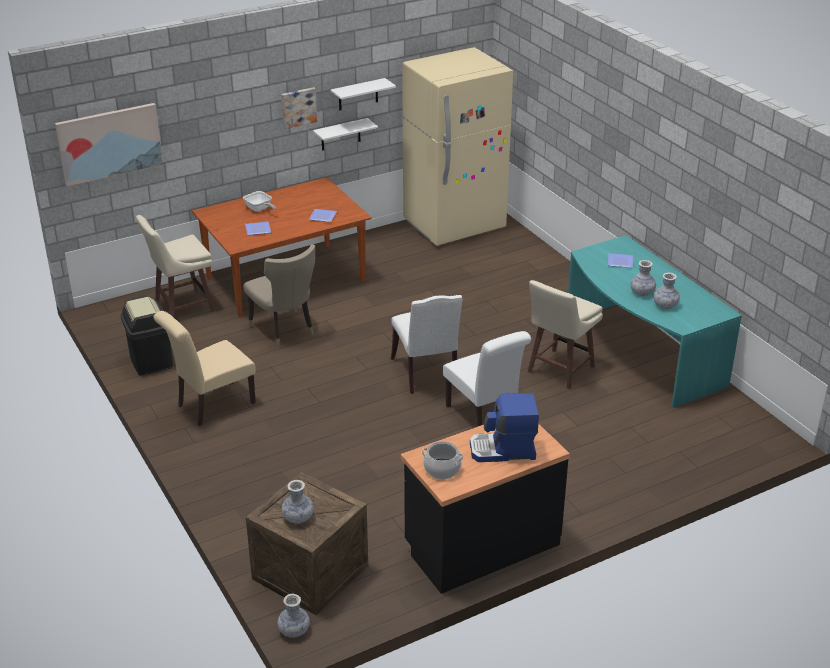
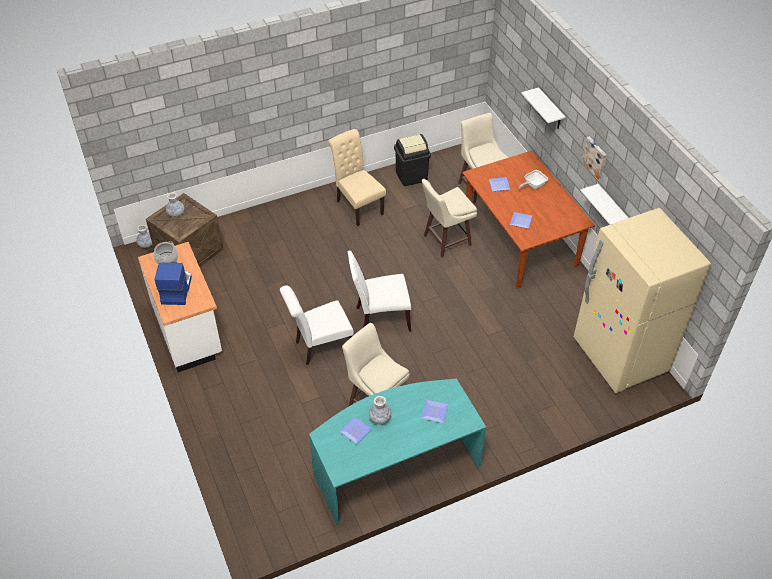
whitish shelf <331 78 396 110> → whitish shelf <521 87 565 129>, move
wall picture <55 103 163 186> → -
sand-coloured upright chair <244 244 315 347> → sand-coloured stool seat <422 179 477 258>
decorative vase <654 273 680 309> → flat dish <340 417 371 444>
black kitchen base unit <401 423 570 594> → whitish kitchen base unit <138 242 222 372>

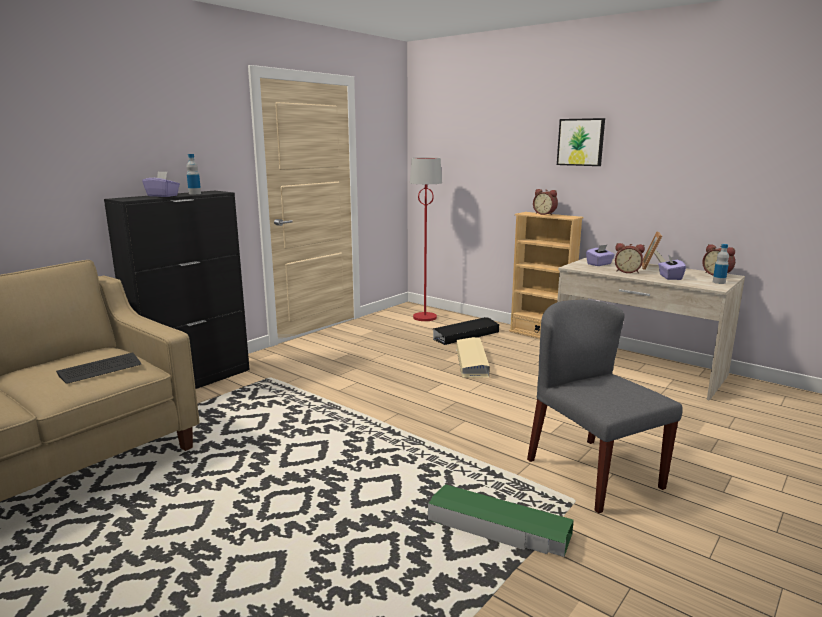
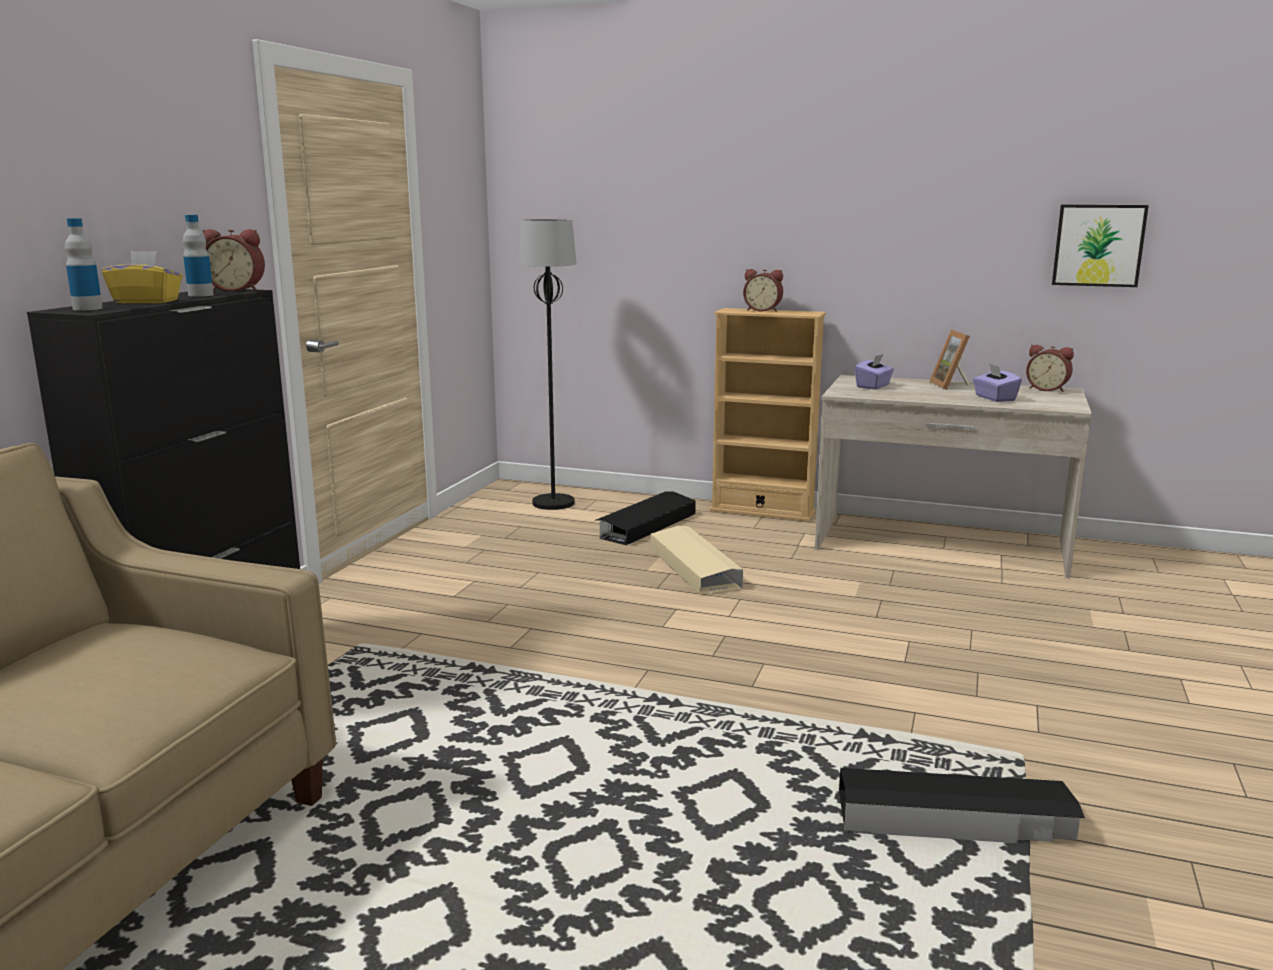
wall picture <557 118 605 166> → wall picture <1052 205 1149 287>, move
reddish floor lamp <410 158 442 321> → black floor lamp <519 219 576 510>
purple box of tissues <142 171 180 197> → yellowish box of tissues <102 251 182 304>
table clock <615 243 645 273> → table clock <203 229 265 292>, move
bottle <713 244 729 284> → bottle <65 218 103 310>, move
greyish upright chair <527 300 683 514> → -
PC keyboard <56 352 141 384> → -
greenish storage bin <428 484 574 557> → black storage bin <839 768 1085 843>

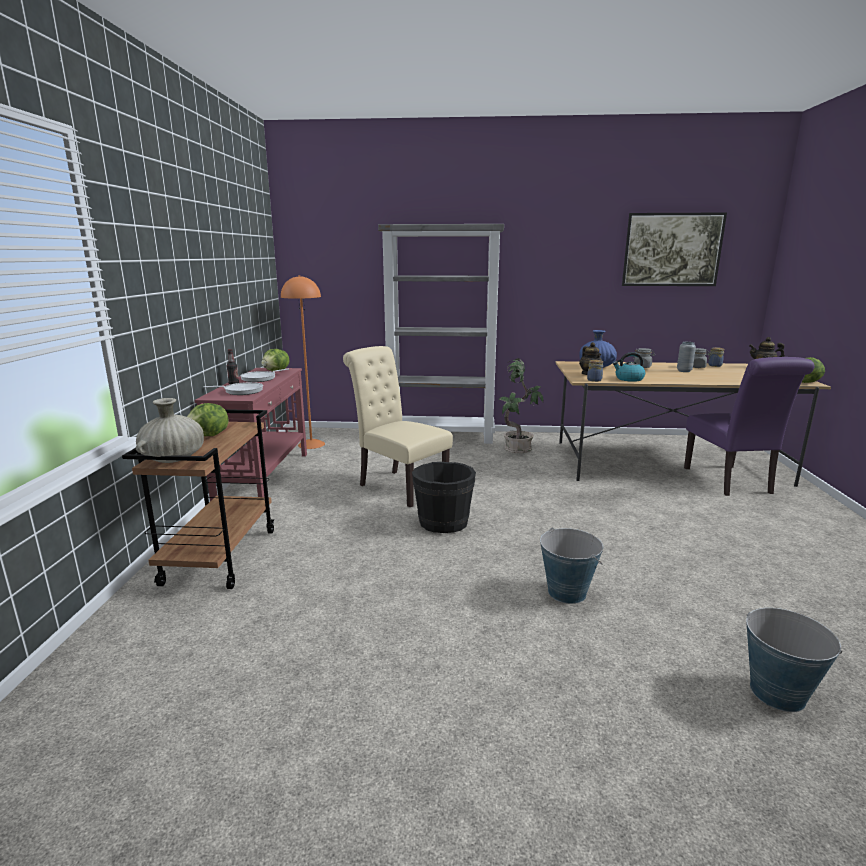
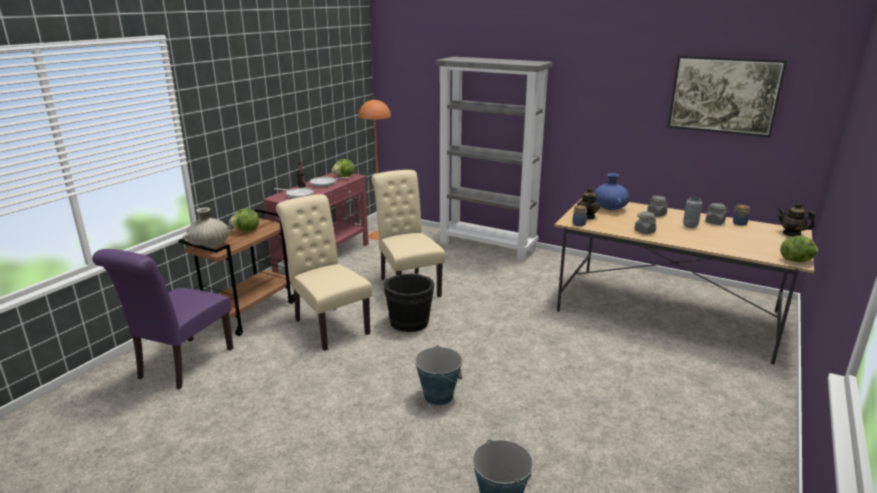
water kettle <613 352 645 382> → -
purple upright chair <684 357 815 496> → purple upright chair <92 249 233 390>, move
potted plant <498 358 543 453> → -
- → sand-coloured upright chair <276 194 372 351>
- → greyish jar <635 212 656 234>

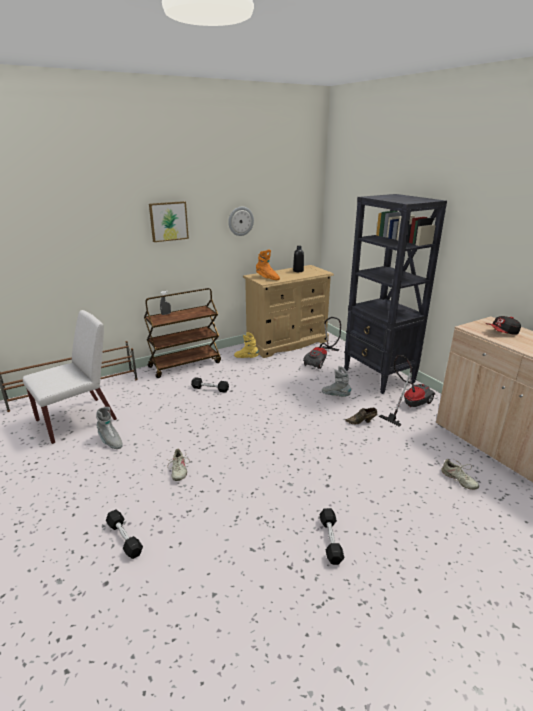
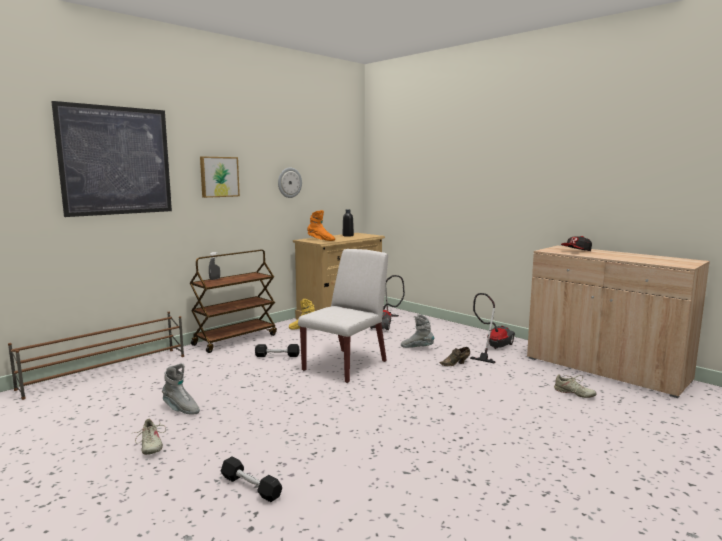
black shelving unit <344 194 447 394> → -
whitish upright chair <23 310 117 444> → whitish upright chair <298 249 388 383>, move
sand-coloured low shoe <165 449 190 481> → sand-coloured low shoe <131 419 166 455>, move
black hand weight <319 508 345 565> → -
- → wall picture <51 101 172 217>

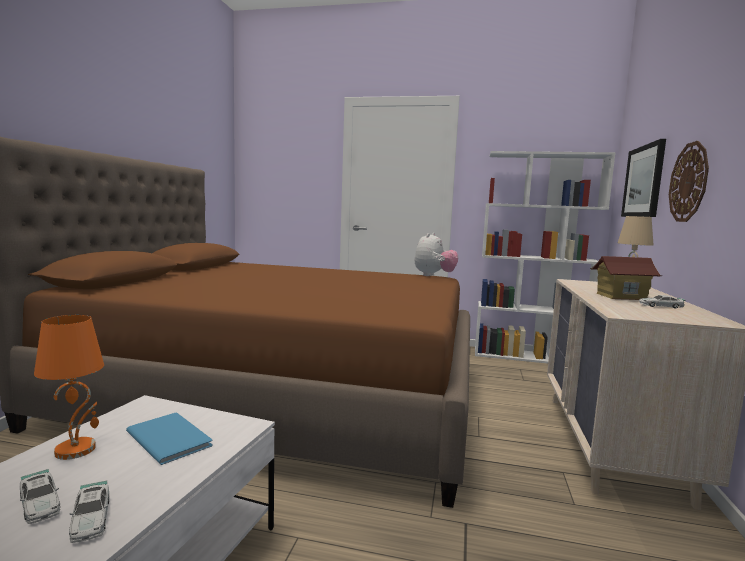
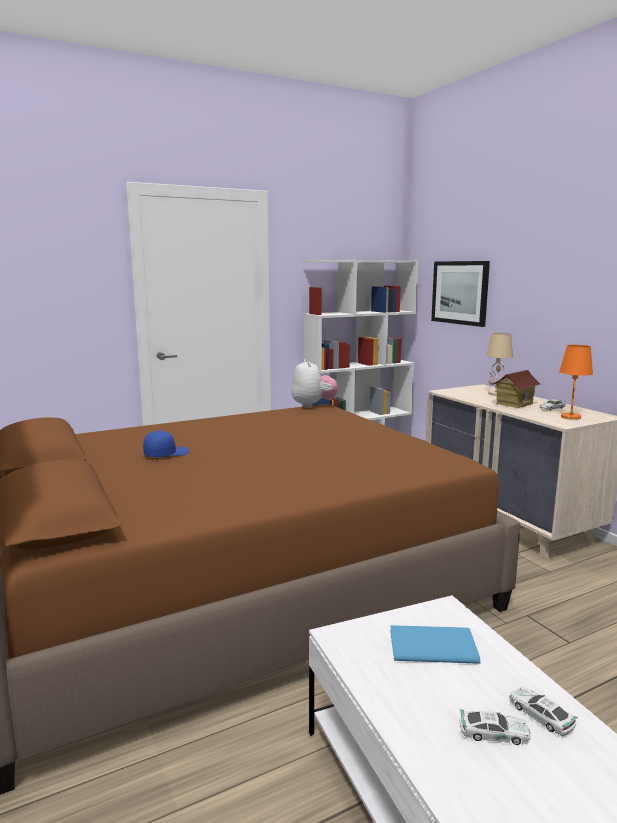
wall clock <669 141 709 222> → -
orange-coloured table lamp <34 315 104 460> → orange-coloured table lamp <559 345 593 420>, move
miniature car <69 481 109 543> → miniature car <509 686 578 736>, 150 degrees counterclockwise
- → blue-coloured cap <143 431 189 457>

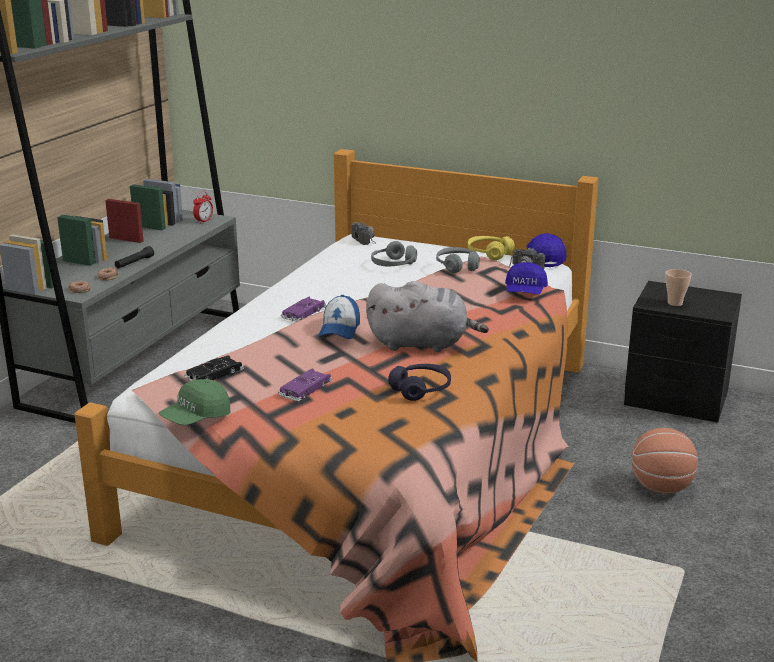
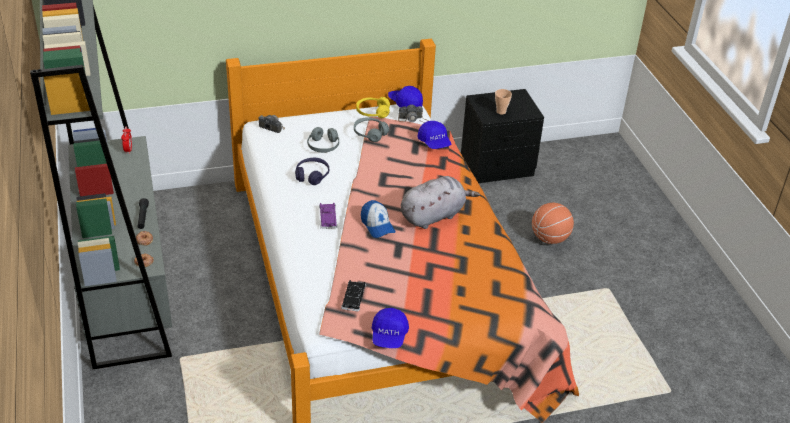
purple pair of headphones <388 364 451 401> → purple pair of headphones <295 158 329 185>, move
purple miniature car <278 368 332 402> → -
greenish cap <159 379 230 425> → blue-coloured cap <372 308 409 348>

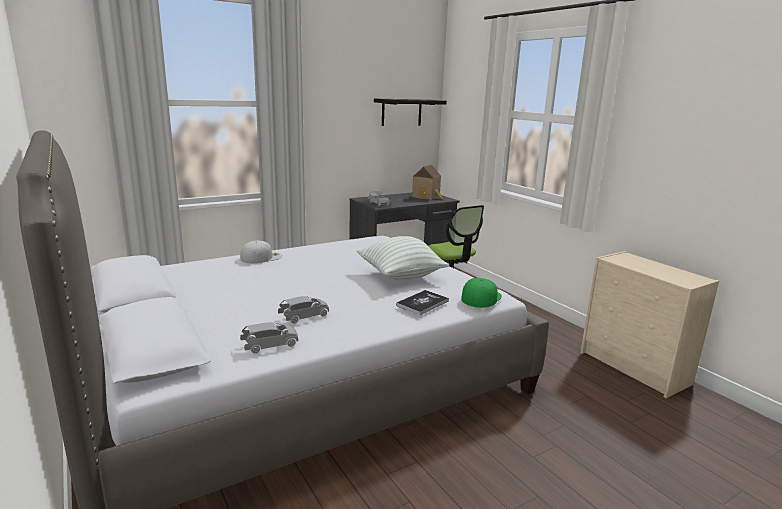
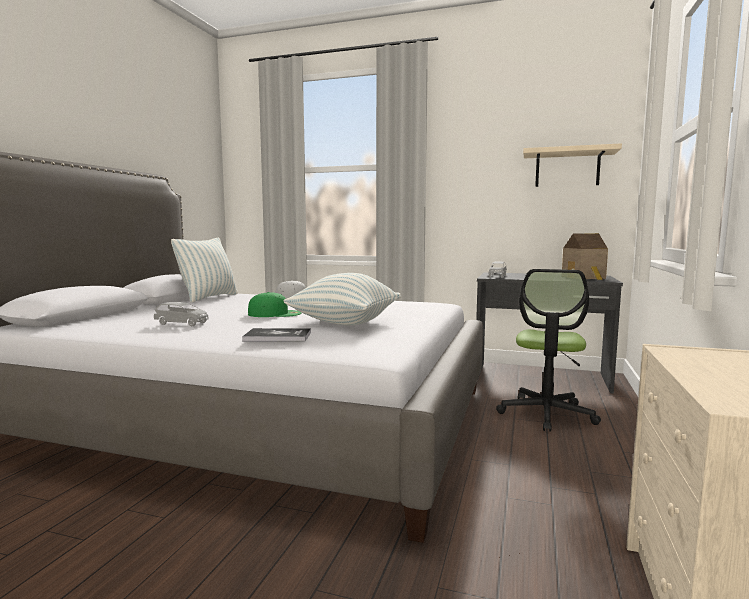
black shelf <374 99 447 126> → sand-coloured shelf <523 143 622 187>
greenish cap <461 278 502 308> → greenish cap <248 292 301 317>, move
greyish miniature car <240 322 298 353> → -
- → throw pillow <171 238 238 303>

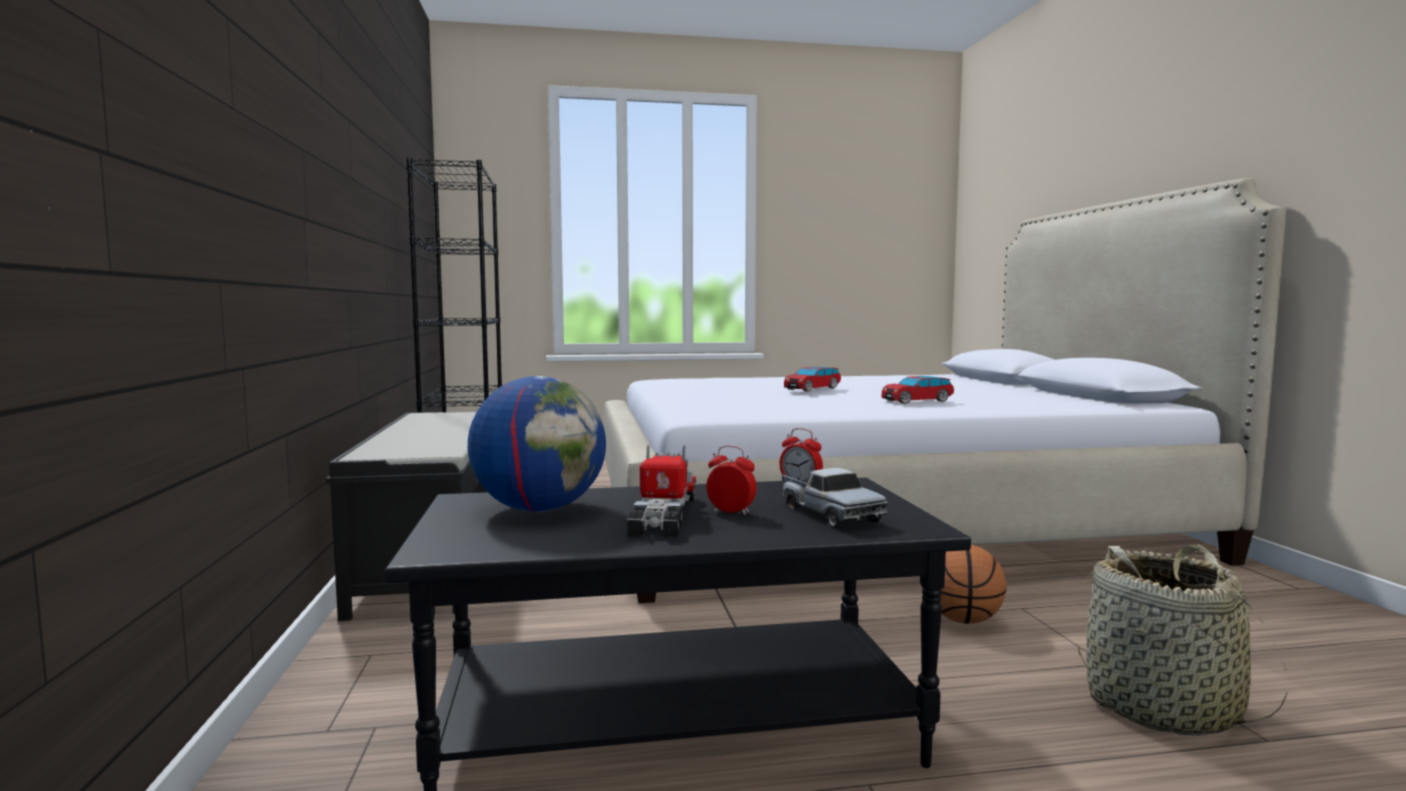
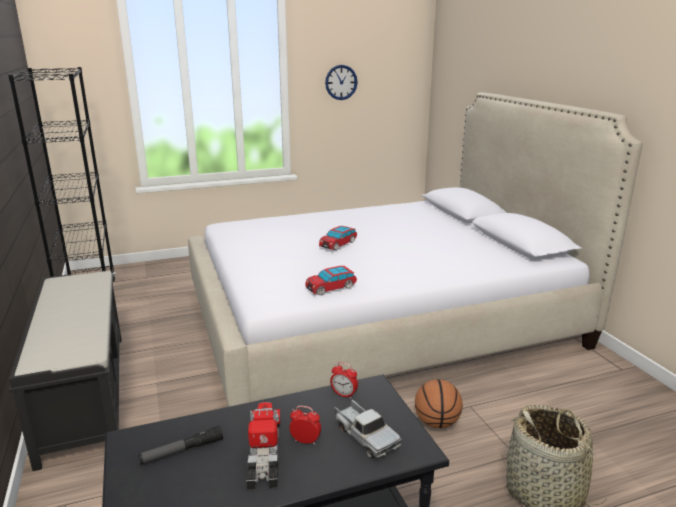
desk globe <468 376 606 512> → torch <138 426 223 464>
miniature car <882 376 954 404> → miniature car <306 266 357 295>, move
- → wall clock <325 65 358 100>

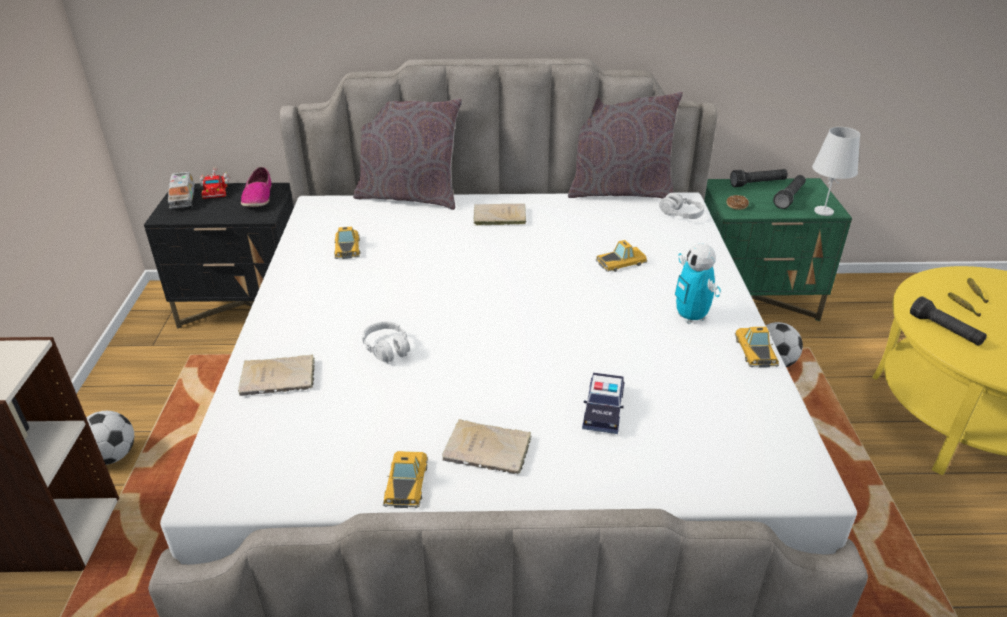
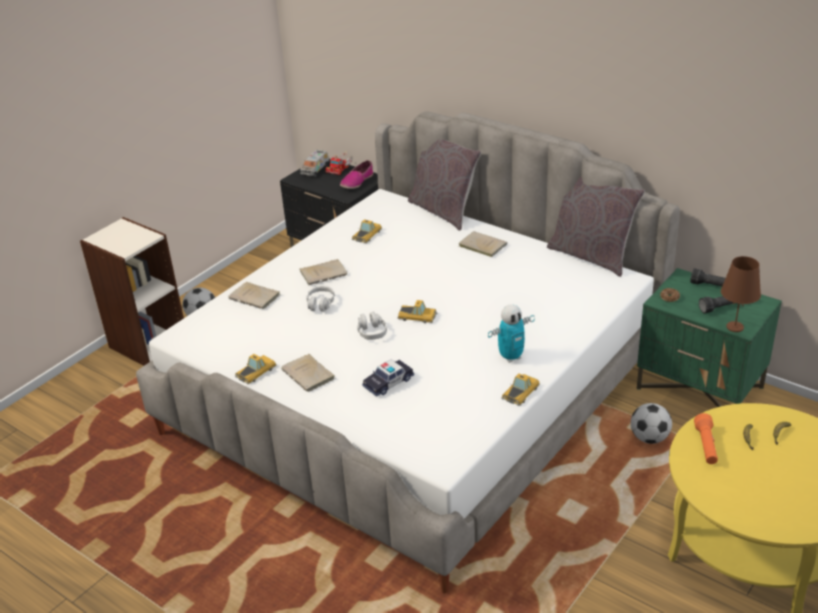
whitish table lamp <812 127 860 216> → brownish table lamp <721 256 761 332>
greyish pair of headphones <659 193 704 219> → greyish pair of headphones <357 311 387 340>, move
miniature car <596 240 647 272> → miniature car <398 300 438 323>, move
robot figure <675 244 721 324> → robot figure <488 304 535 363>, 135 degrees counterclockwise
black torch <910 296 987 346> → orange-coloured torch <694 413 718 464>
- → sand-coloured book <300 259 347 285>

